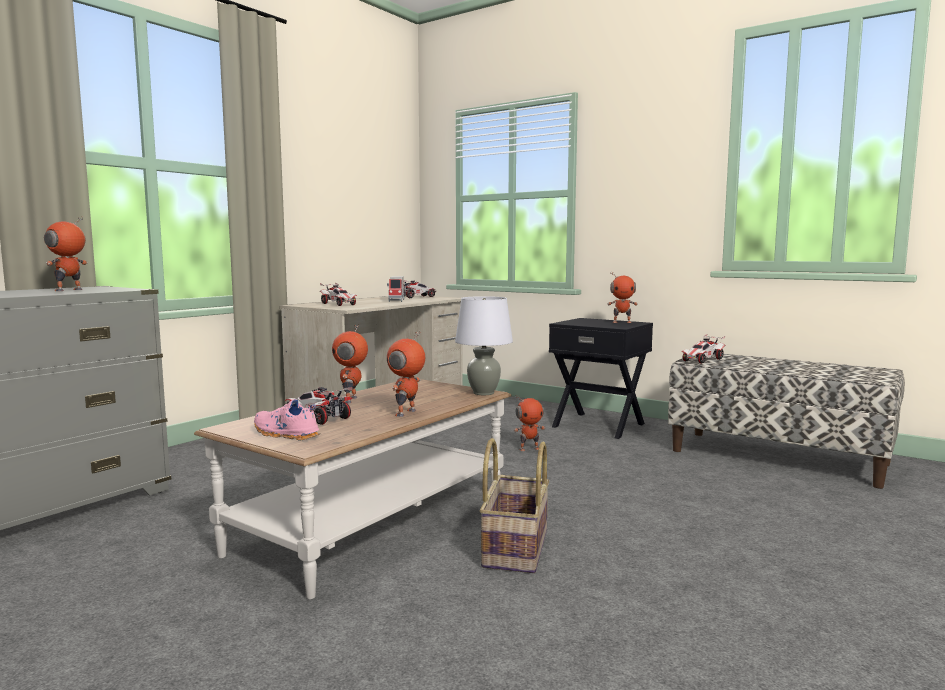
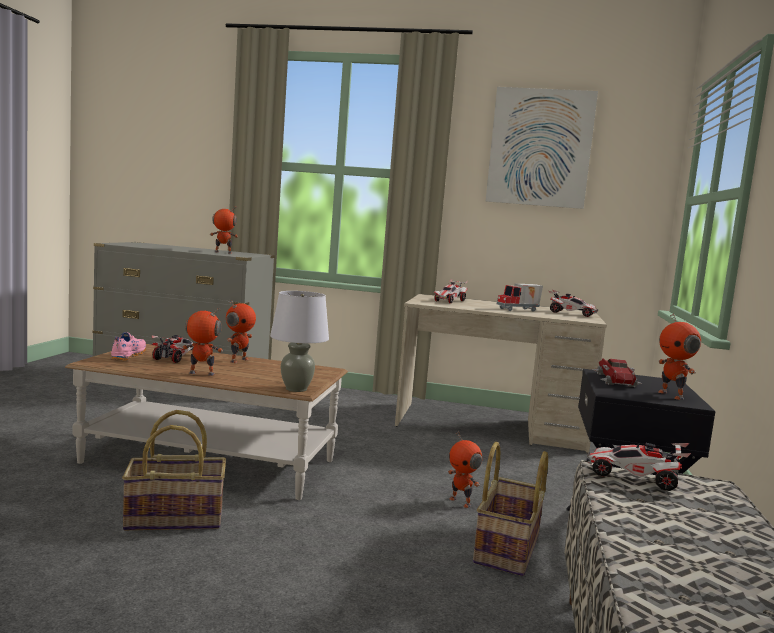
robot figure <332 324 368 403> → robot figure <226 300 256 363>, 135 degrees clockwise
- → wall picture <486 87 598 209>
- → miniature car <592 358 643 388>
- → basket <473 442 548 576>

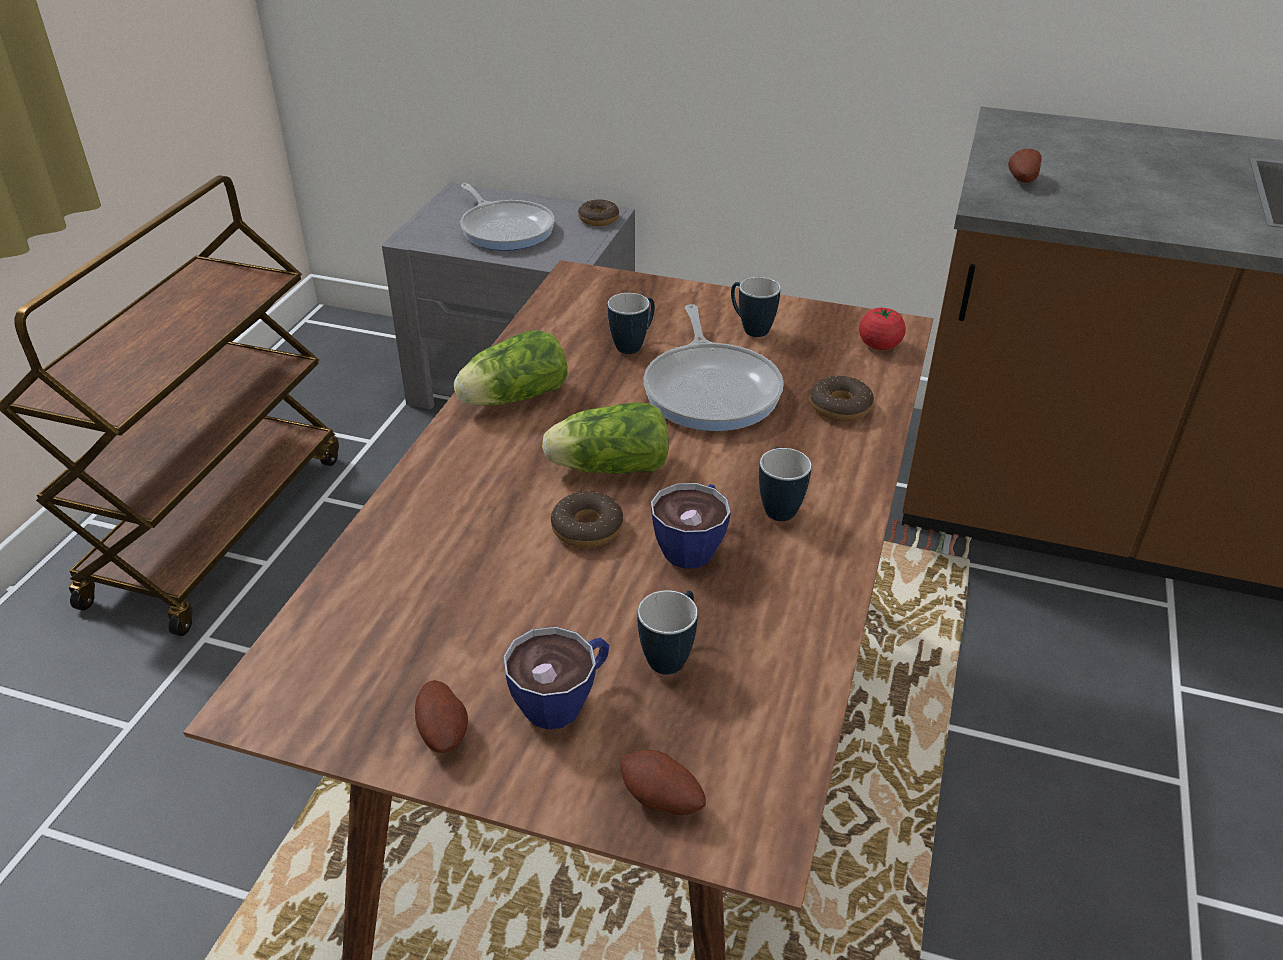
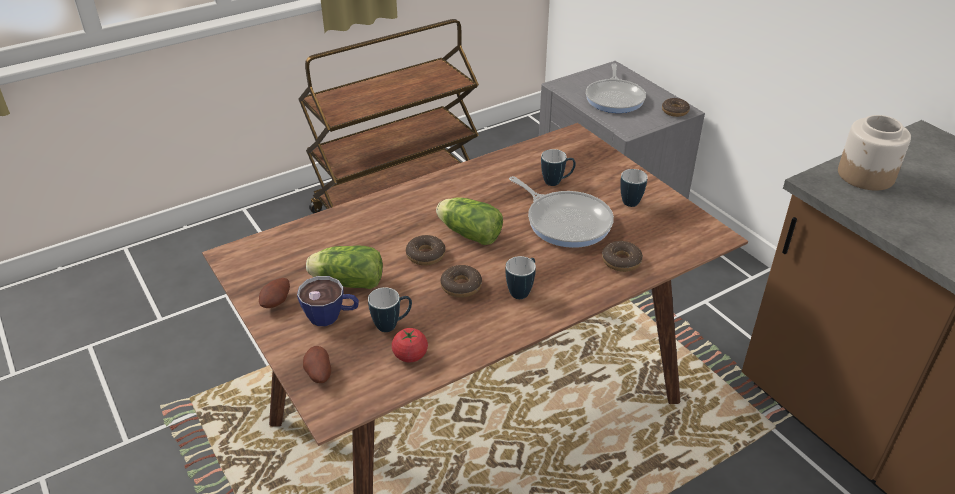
potato <1008 149 1042 183> → jar <838 115 911 190>
skillet <644 304 784 431> → skillet <509 176 614 248>, 75 degrees counterclockwise
fresh tomato <859 308 906 350> → fresh tomato <392 328 428 363>, move
head of lettuce <454 330 568 406> → head of lettuce <306 246 383 289>, move
drinking cup <651 483 731 569> → ring doughnut <441 265 482 298>

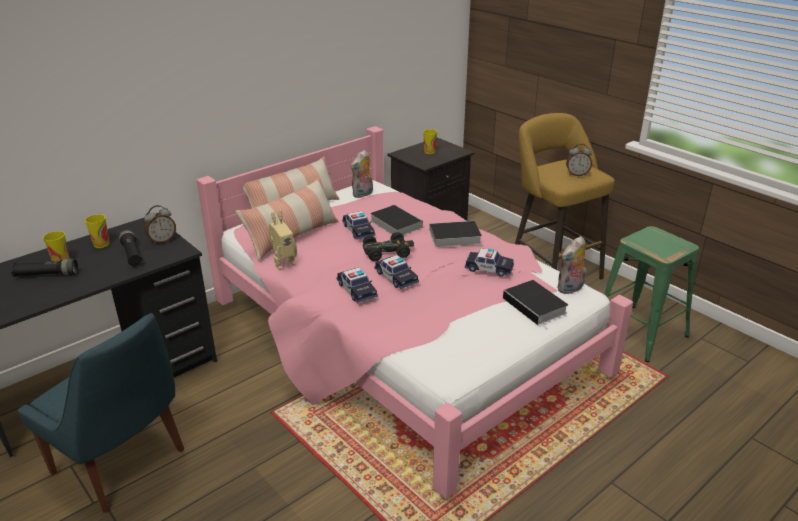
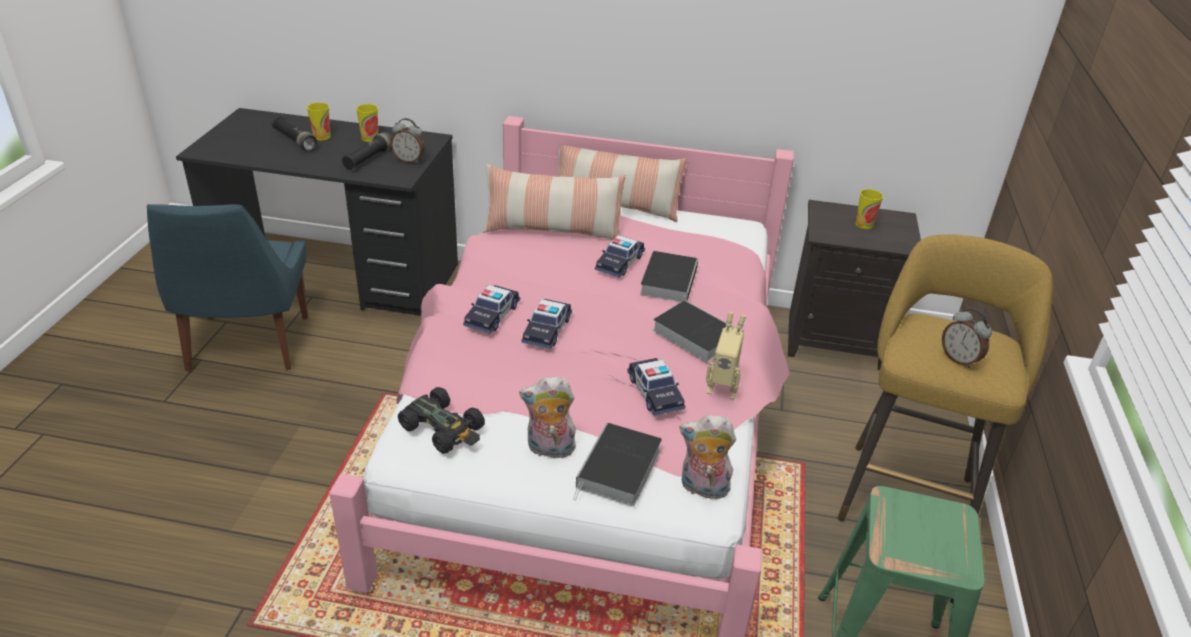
soft toy <351 150 373 198> → soft toy <519 377 577 458>, move
robot figure <269 210 297 270> → robot figure <706 312 746 400>, move
black miniature car <363 232 414 261> → black miniature car <398 387 485 454>, move

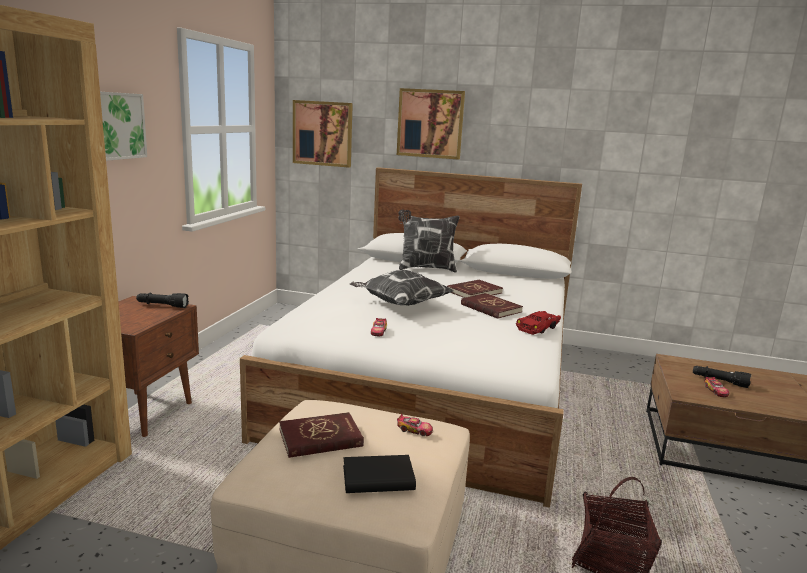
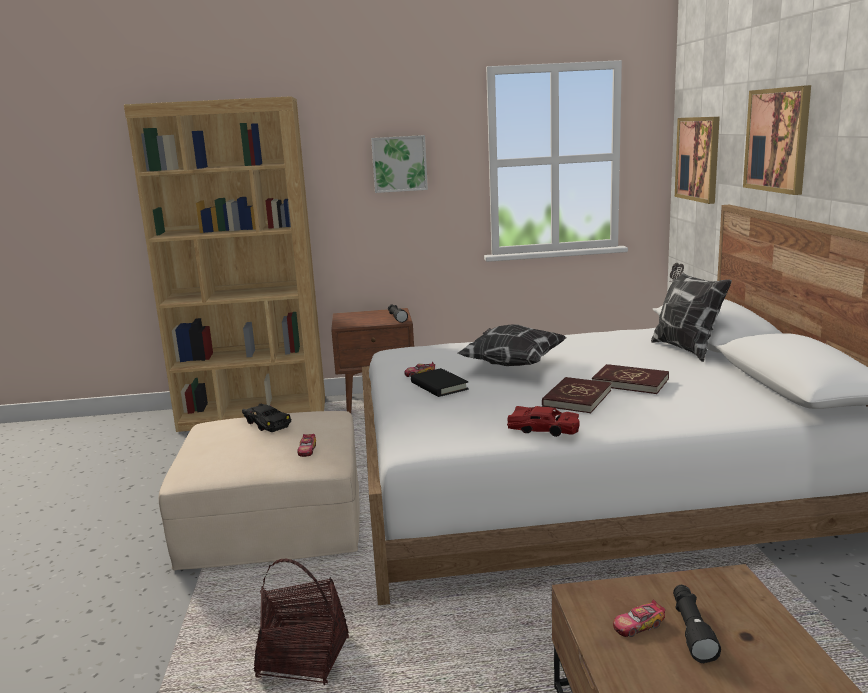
reddish book <279 412 364 458> → black miniature car <242 404 292 432>
black book <343 455 416 493> → black book <411 368 469 397>, move

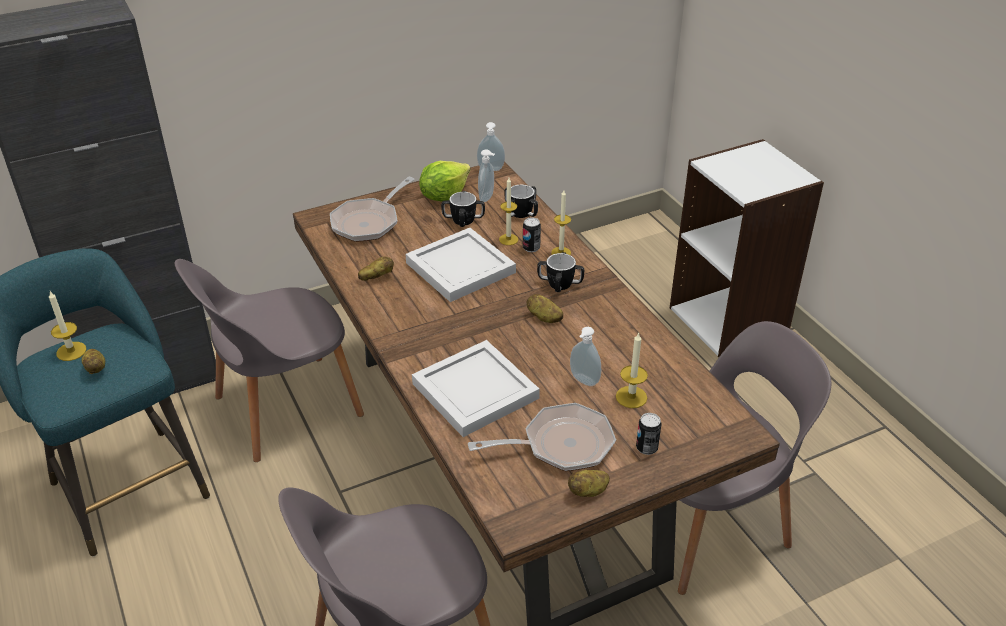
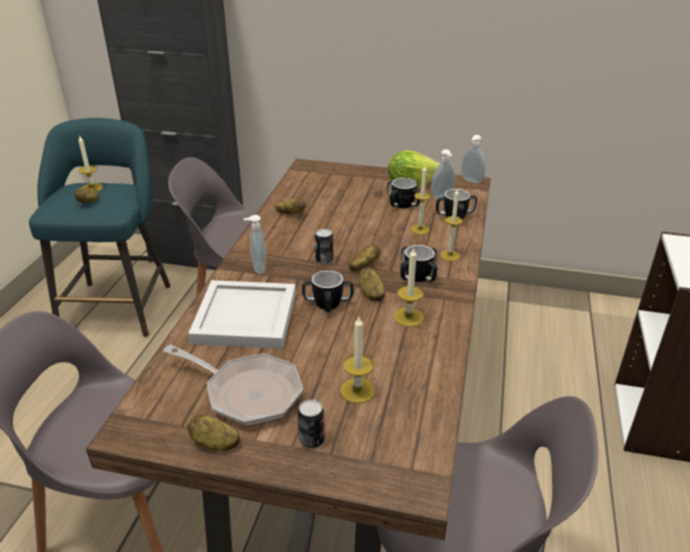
skillet <330 177 415 242> → -
metal can <523 217 541 252> → metal can <315 229 333 265>, move
whitish carrying tray <405 228 516 302> → -
soap bottle <570 327 601 386> → soap bottle <244 215 266 274>, move
- → potato <349 244 381 271>
- → wax candle <394 247 424 327>
- → tea mug <302 269 353 312>

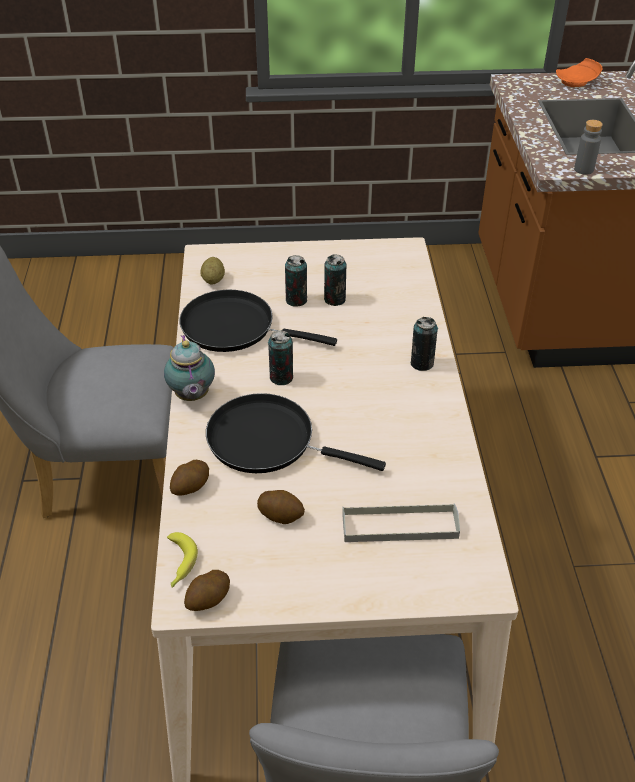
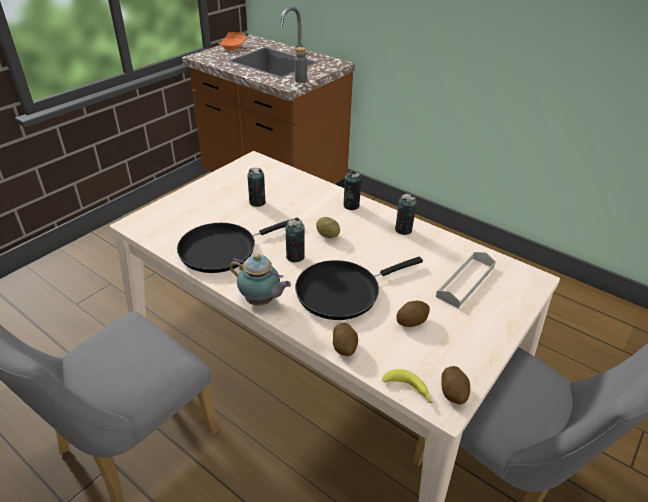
metal can <285 255 307 307> → metal can <395 194 417 235>, move
potato <200 257 225 285> → potato <316 217 340 238>, move

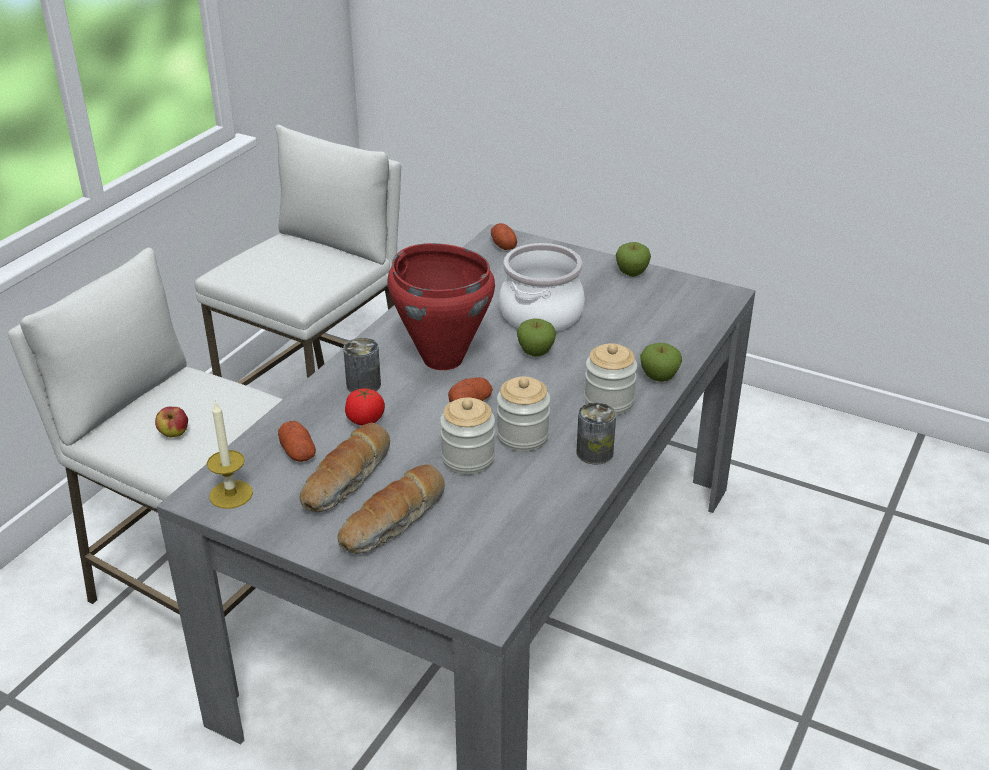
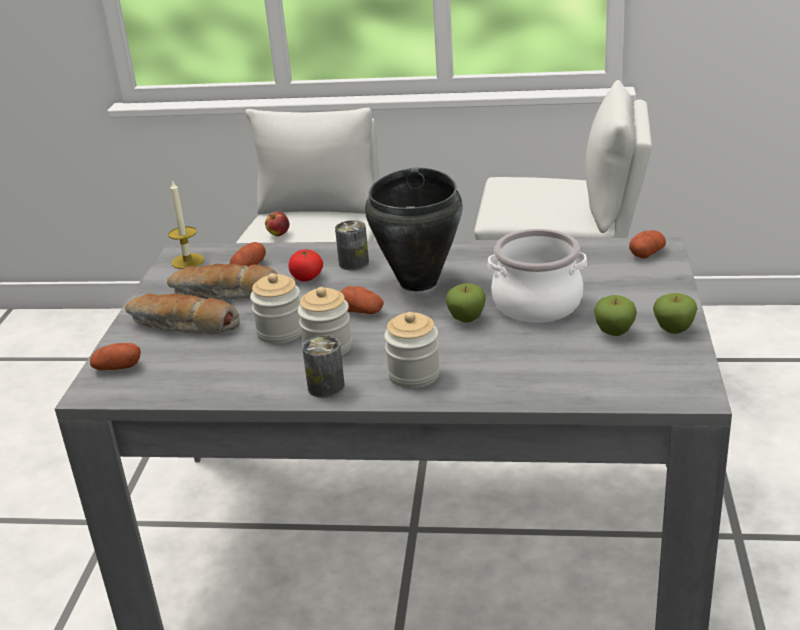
reddish saucepot <387 243 495 370> → black saucepot <365 168 462 291>
apple <640 343 682 382> → apple <594 295 637 336>, move
- → potato <90 343 141 370>

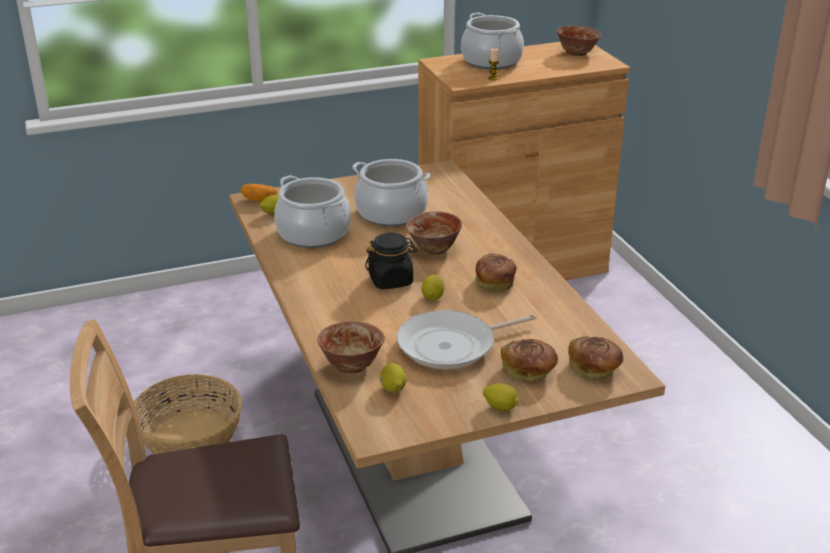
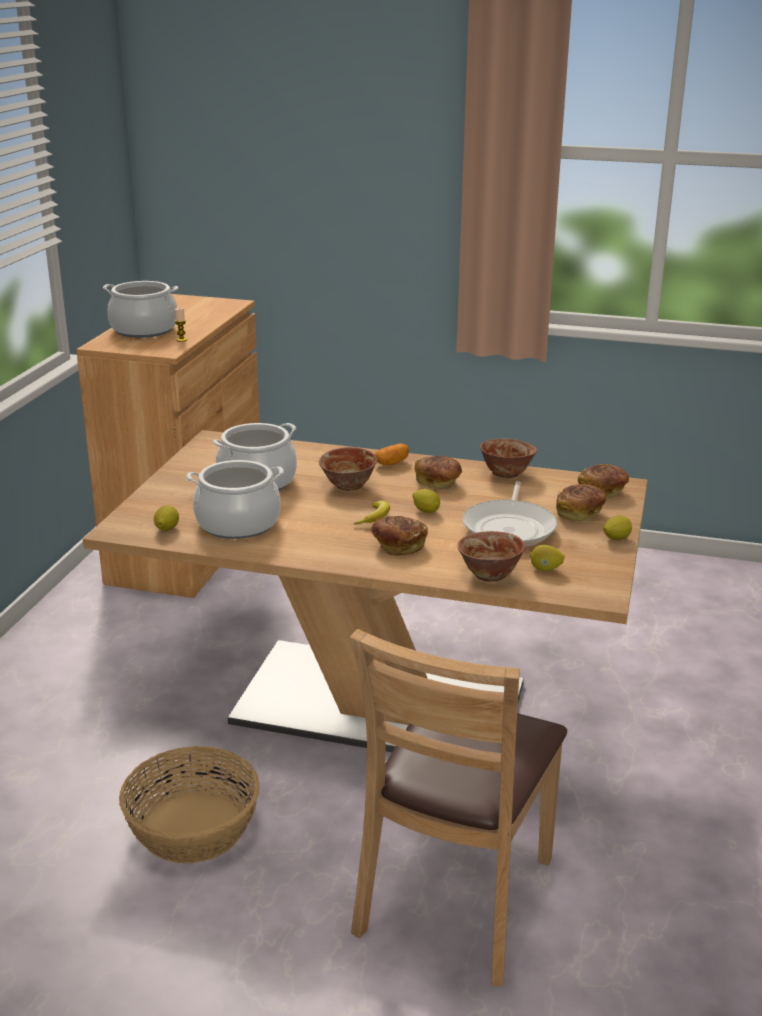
deep dish <557 26 601 56> → deep dish <480 438 537 478>, move
potato <241 184 278 202> → potato <375 444 409 465>, move
black jar <365 233 417 289> → banana fruit <354 501 390 525>
- → bakery bread <371 516 428 556>

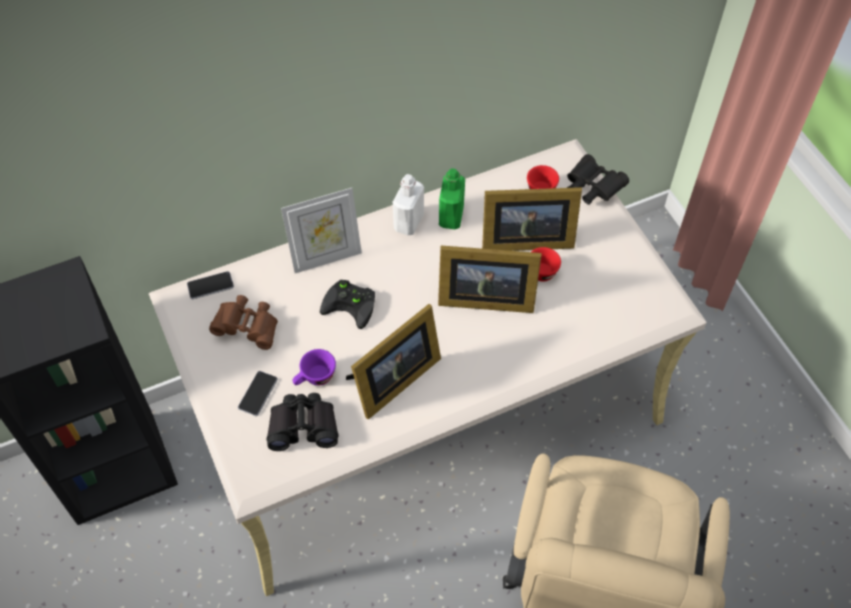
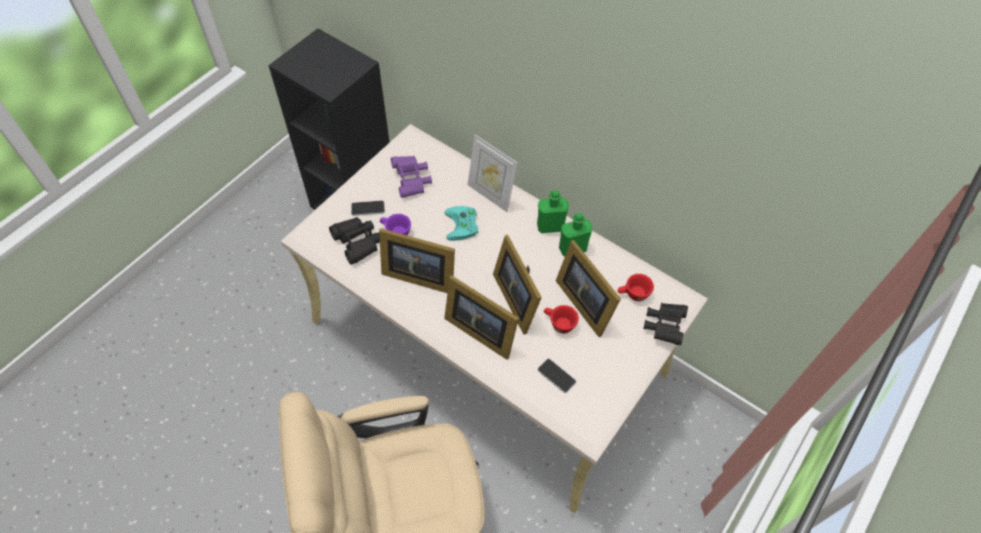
whitish bottle <393 174 424 235> → greenish bottle <537 190 569 233>
phone <187 271 234 299> → phone <537 359 576 393>, move
black gamepad <320 280 375 329> → turquoise gamepad <444 206 478 241>
brownish pair of binoculars <209 295 278 350> → purple pair of binoculars <391 156 432 198>
- → standing frame <444 275 519 360>

